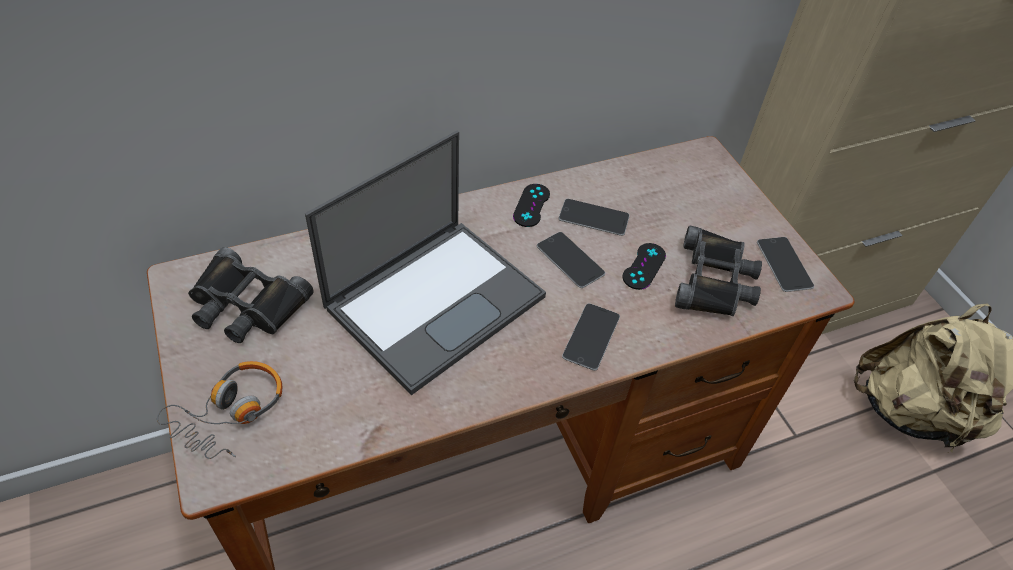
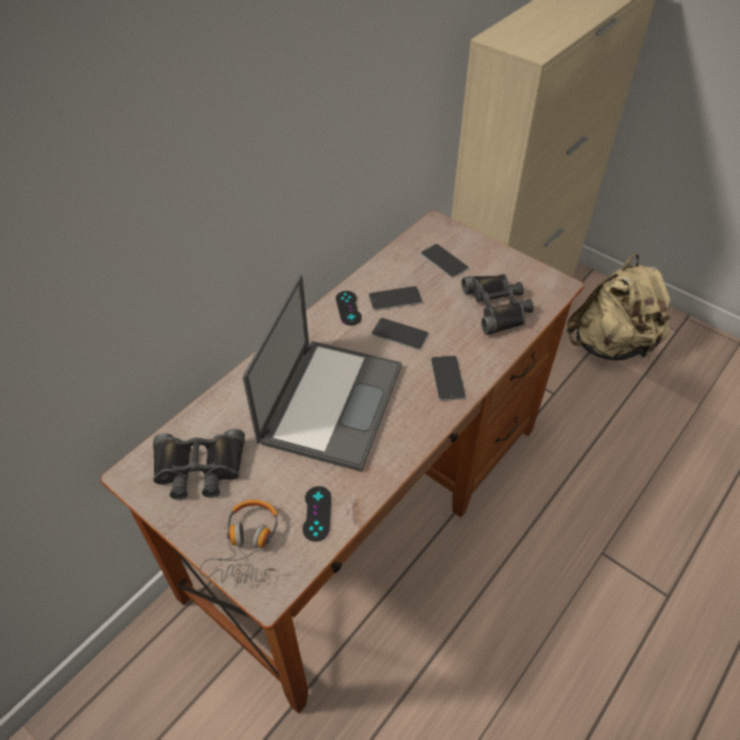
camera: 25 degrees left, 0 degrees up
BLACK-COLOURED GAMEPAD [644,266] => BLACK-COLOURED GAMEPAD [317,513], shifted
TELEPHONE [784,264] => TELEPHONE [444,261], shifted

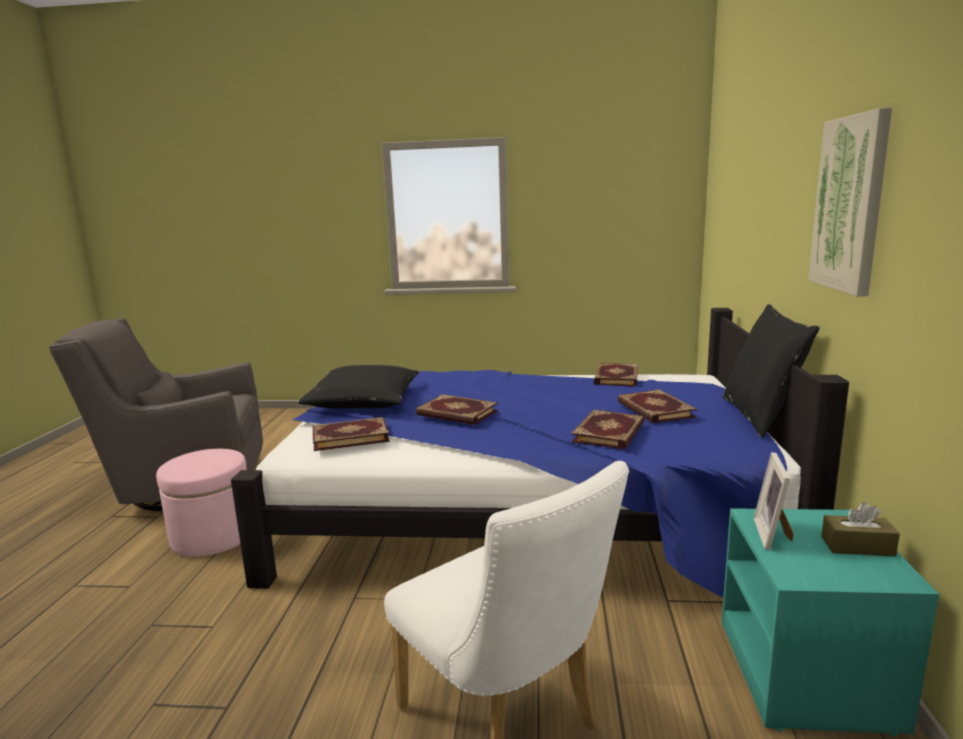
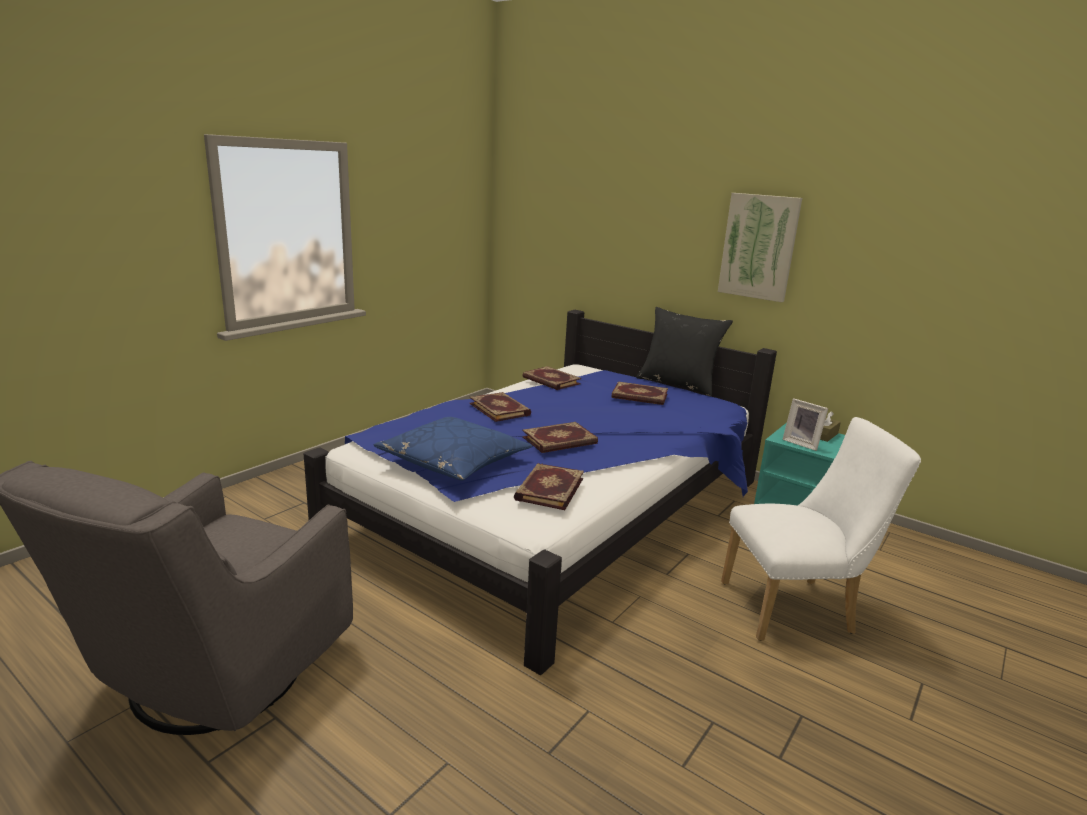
camera: 60 degrees left, 5 degrees up
PINKISH OTTOMAN [213,536] => nothing
BOOK [610,433] => BOOK [500,409], shifted
BLACK-COLOURED THROW PILLOW [364,401] => BLUE-COLOURED THROW PILLOW [454,461]

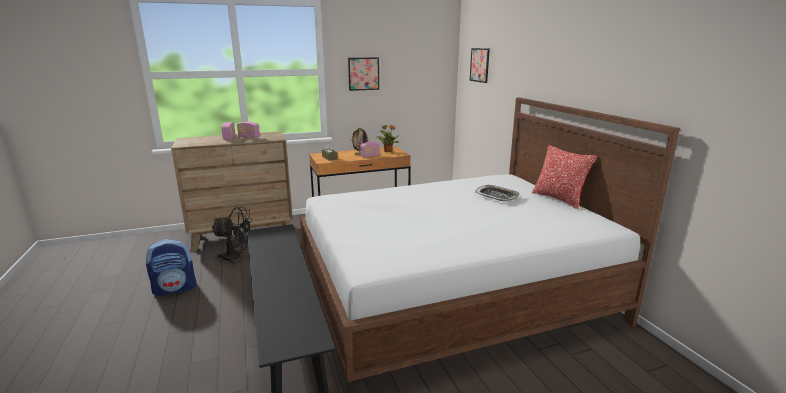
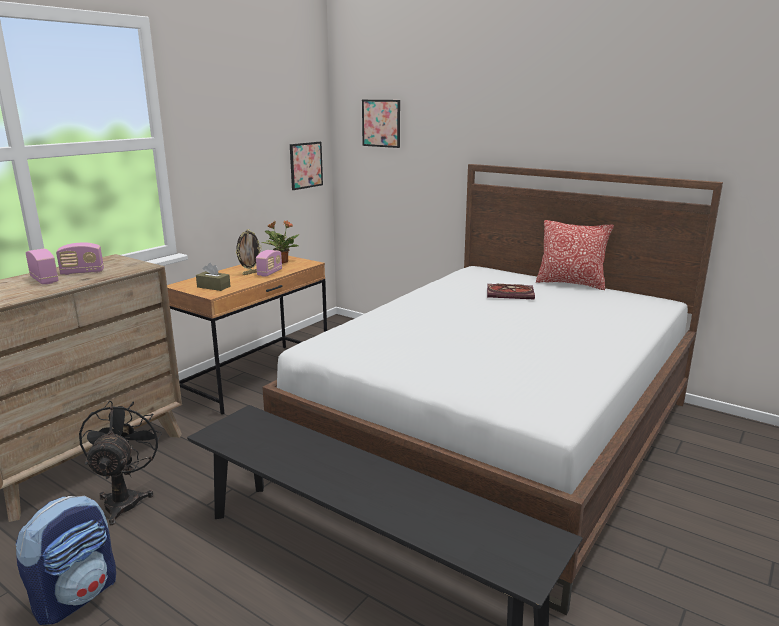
camera: 35 degrees left, 0 degrees up
PICTURE [363,74] => PICTURE [306,165], shifted
SERVING TRAY [497,196] => BOOK [511,294]
BLACK-COLOURED COOLING FAN [236,257] => BLACK-COLOURED COOLING FAN [125,499], 60 degrees counterclockwise

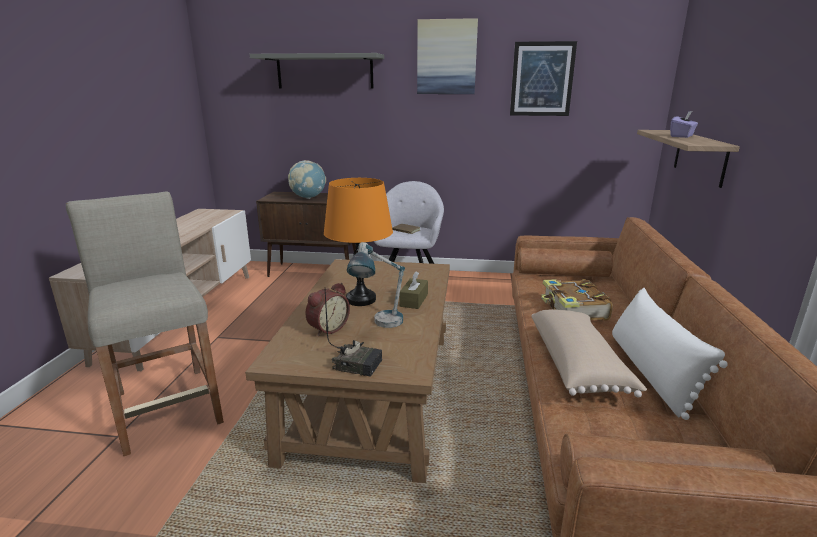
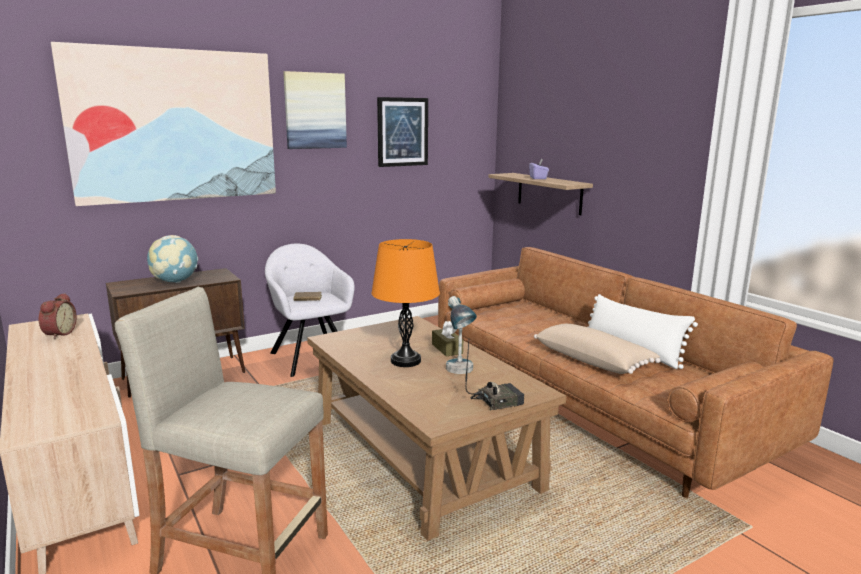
camera: 40 degrees left, 5 degrees down
BOOK [573,310] => nothing
BEDSIDE CLOCK [327,328] => BEDSIDE CLOCK [58,334], shifted
GREYISH SHELF [324,71] => PICTURE [174,126]

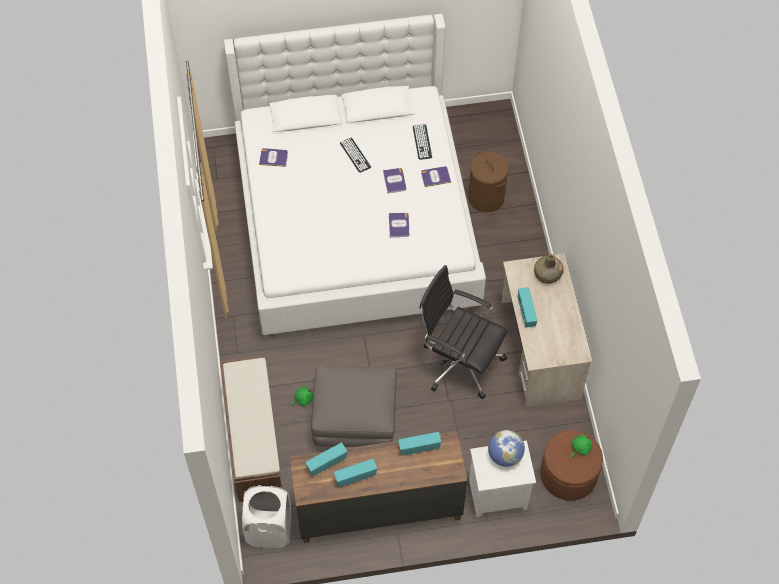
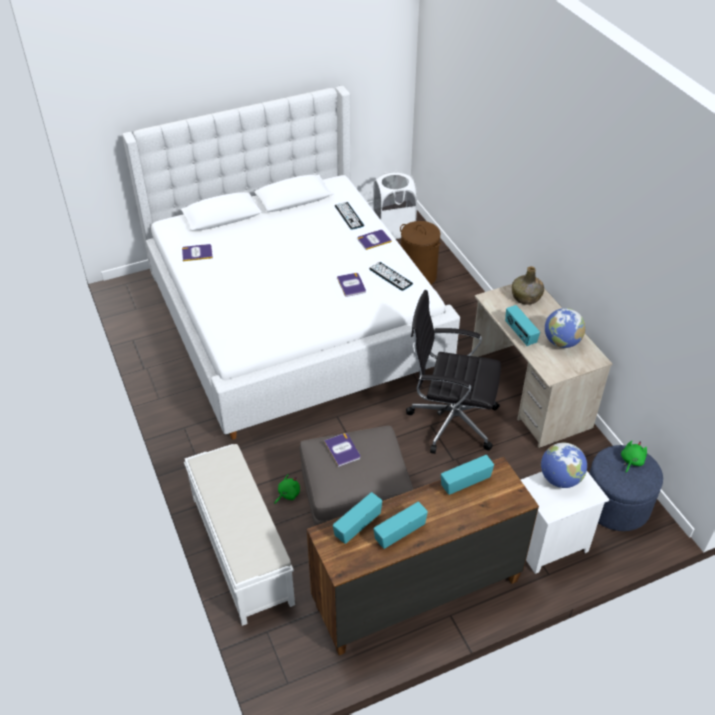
camera: 15 degrees left, 15 degrees down
nothing => WORLD GLOBE [561,342]
WHITE LAUNDRY BASKET [269,529] => WHITE LAUNDRY BASKET [393,229], shifted
PC KEYBOARD [355,155] => PC KEYBOARD [390,276], shifted
BOOK [394,180] => BOOK [342,450], shifted
BROWNISH BENCH [253,439] => WHITE BENCH [241,549]
BROWNISH OTTOMAN [568,474] => BLUE-COLOURED OTTOMAN [616,504]

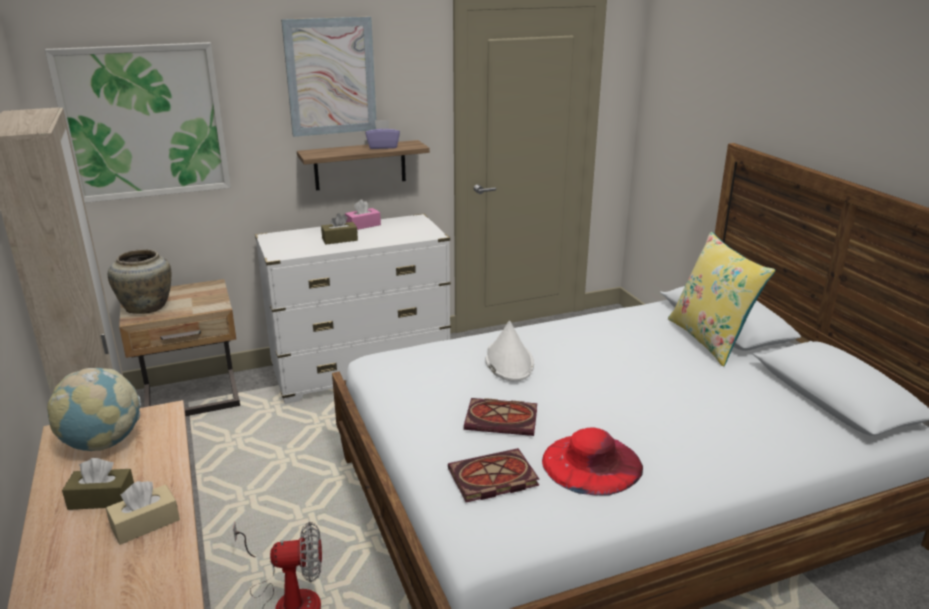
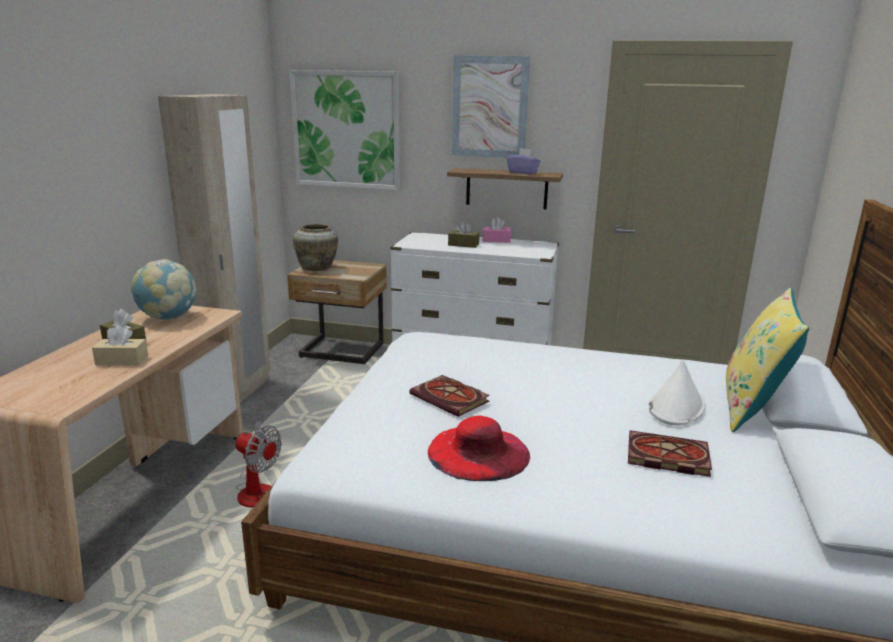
camera: 35 degrees right, 5 degrees down
BOOK [491,479] => BOOK [665,457], shifted
WHITE WEARABLE HAT [508,361] => WHITE WEARABLE HAT [676,406], shifted

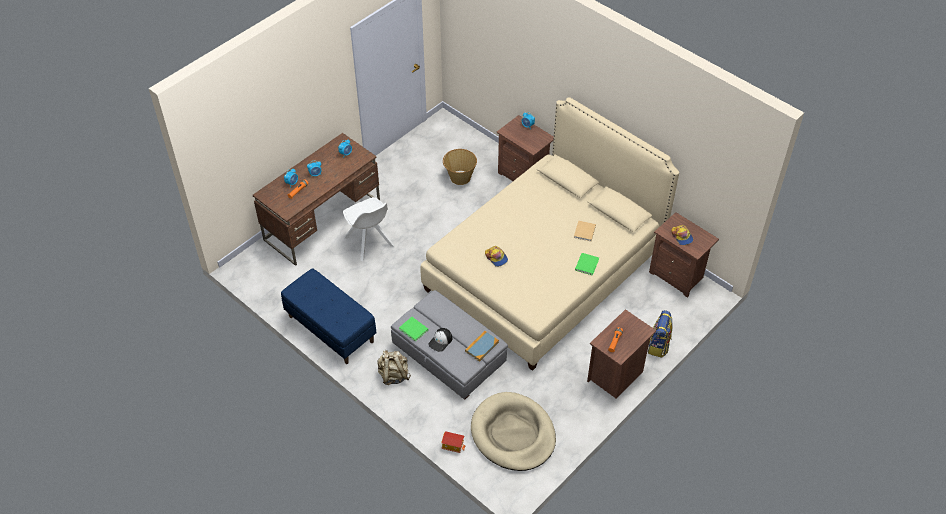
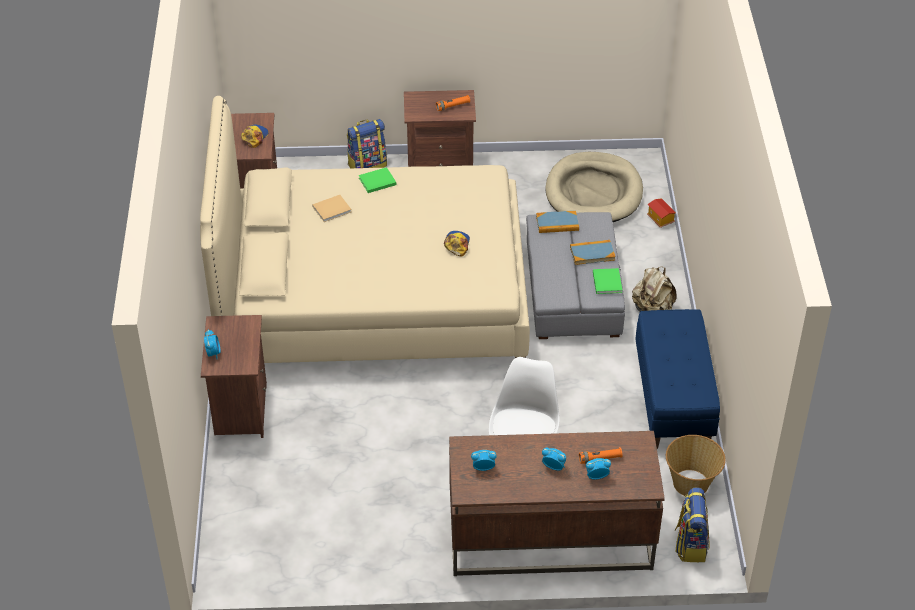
camera: 135 degrees left, 5 degrees down
nothing => KNAPSACK [690,544]
BASKET [460,177] => BASKET [691,484], shifted
PEAKED CAP [440,341] => BOOK [592,253]

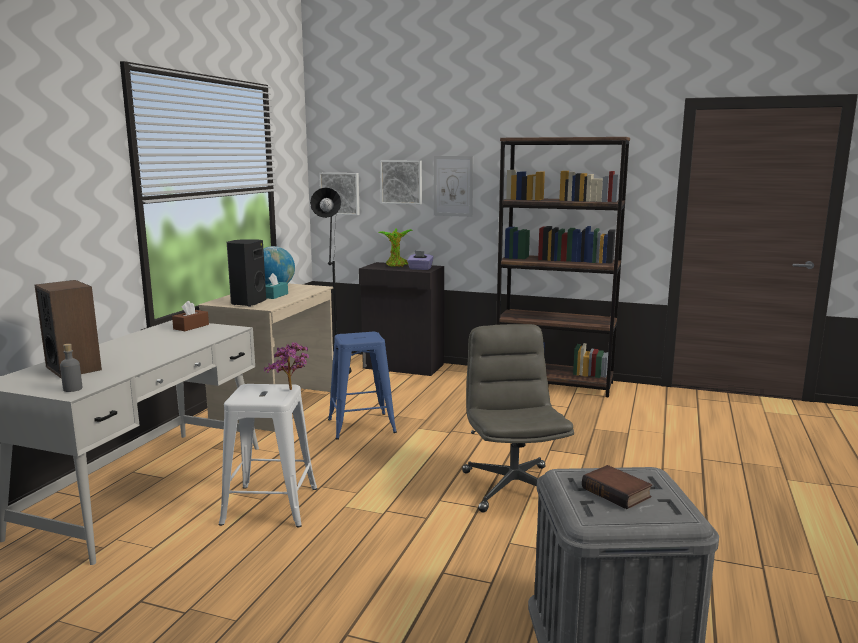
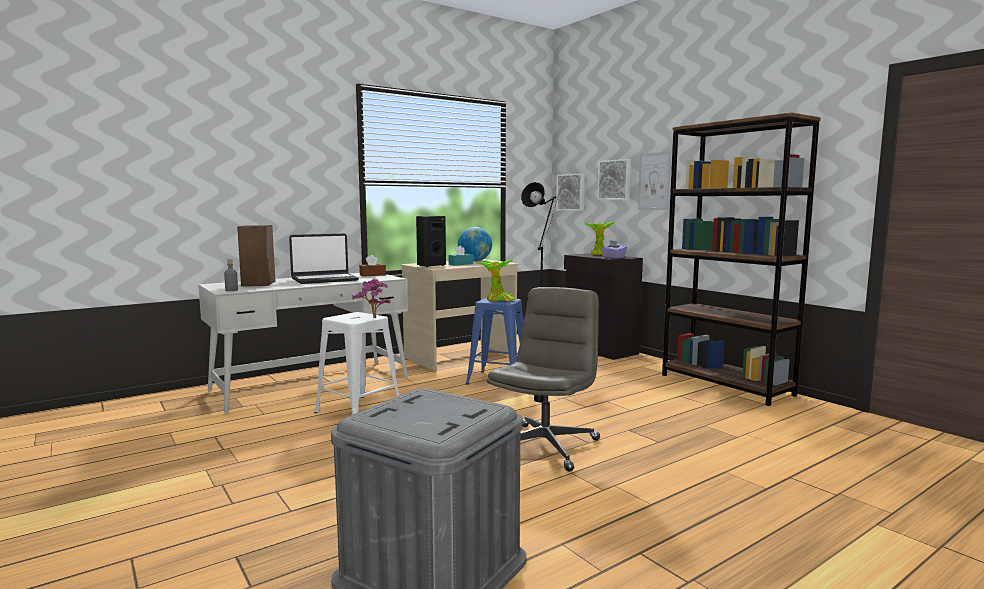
camera: 35 degrees right, 5 degrees down
BOOK [618,492] => nothing
nothing => PORTABLE COMPUTER [324,280]
nothing => POTTED PLANT [498,300]

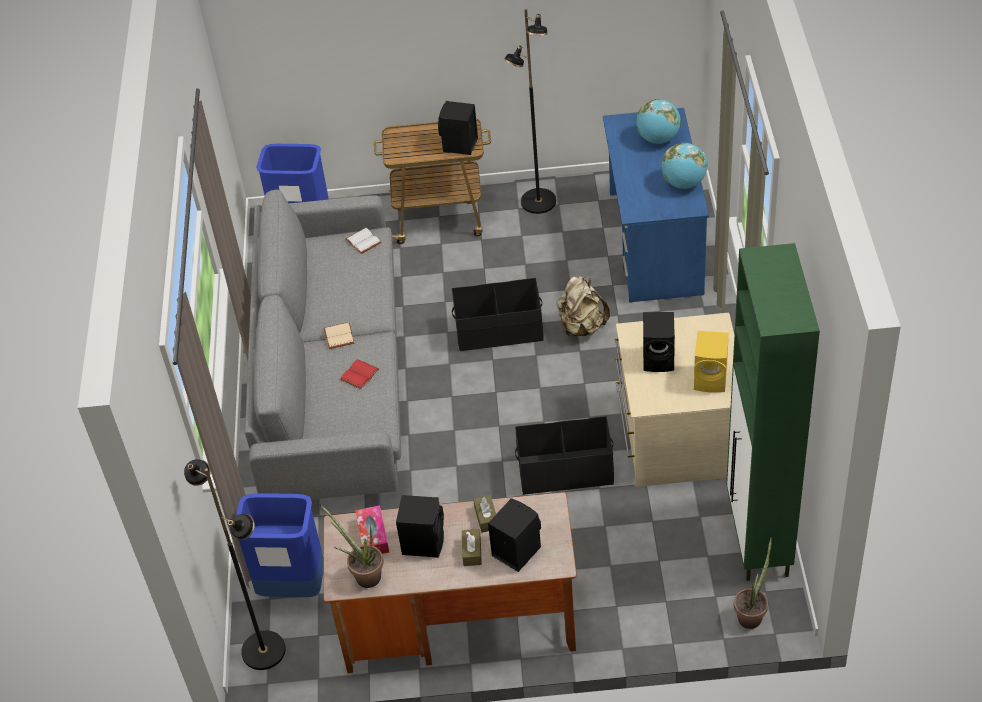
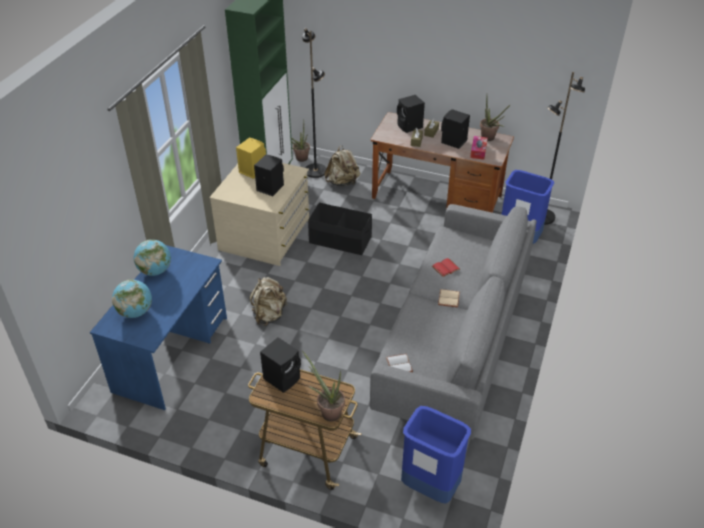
camera: 160 degrees left, 5 degrees down
BLACK-COLOURED STORAGE BIN [499,330] => nothing
nothing => POTTED PLANT [327,411]
nothing => BEIGE-COLOURED KNAPSACK [342,182]
BLACK-COLOURED FLOOR LAMP [538,202] => BLACK-COLOURED FLOOR LAMP [316,171], shifted

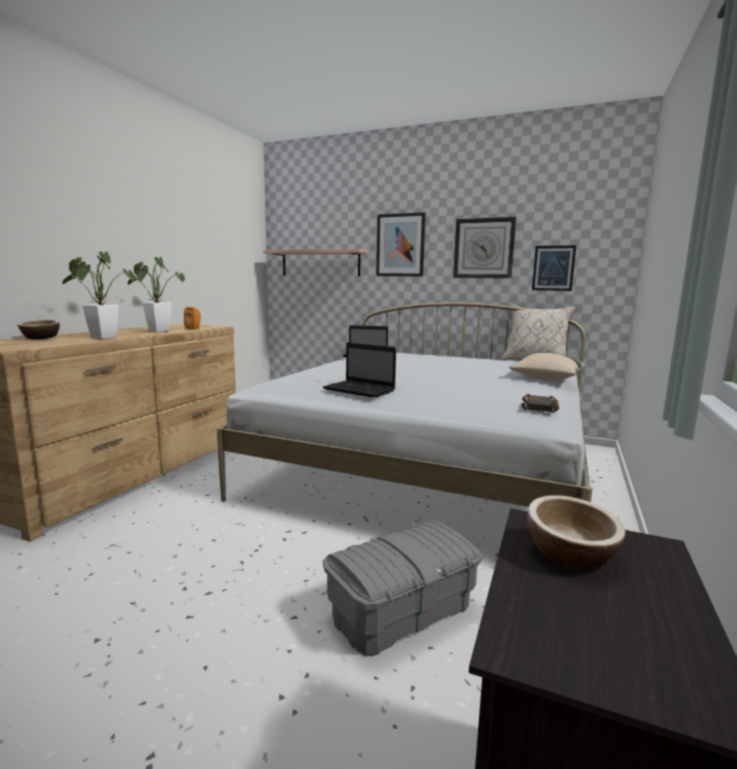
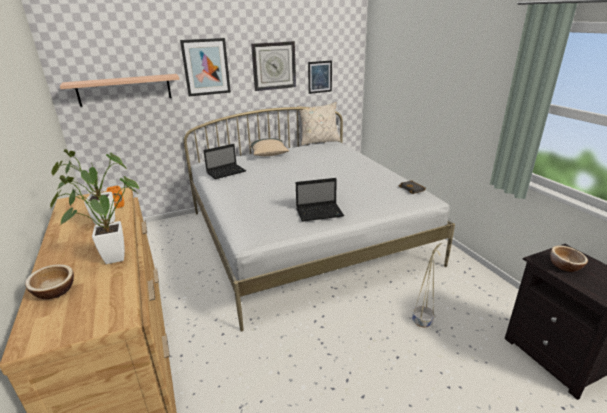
camera: 45 degrees left, 15 degrees up
BEIGE-COLOURED THROW PILLOW [546,379] => BEIGE-COLOURED THROW PILLOW [268,154], shifted
GREYISH STORAGE BIN [402,611] => BEIGE-COLOURED PLANT POT [422,321]

